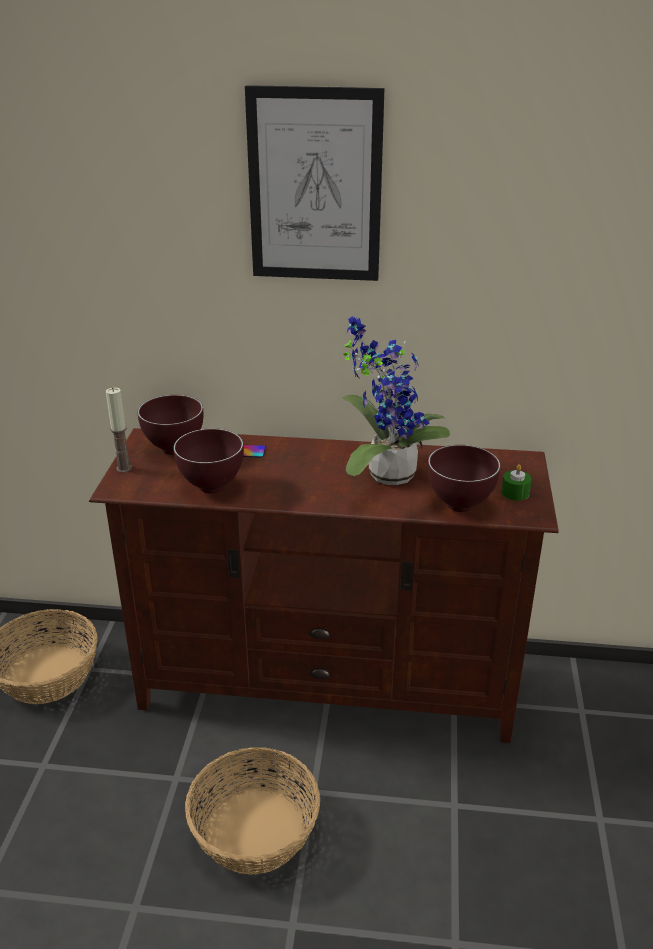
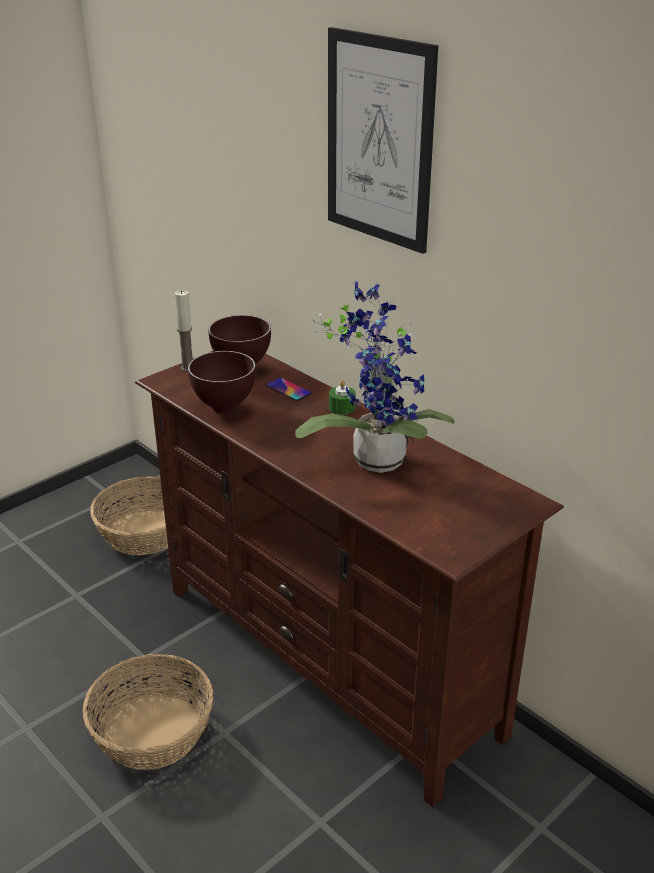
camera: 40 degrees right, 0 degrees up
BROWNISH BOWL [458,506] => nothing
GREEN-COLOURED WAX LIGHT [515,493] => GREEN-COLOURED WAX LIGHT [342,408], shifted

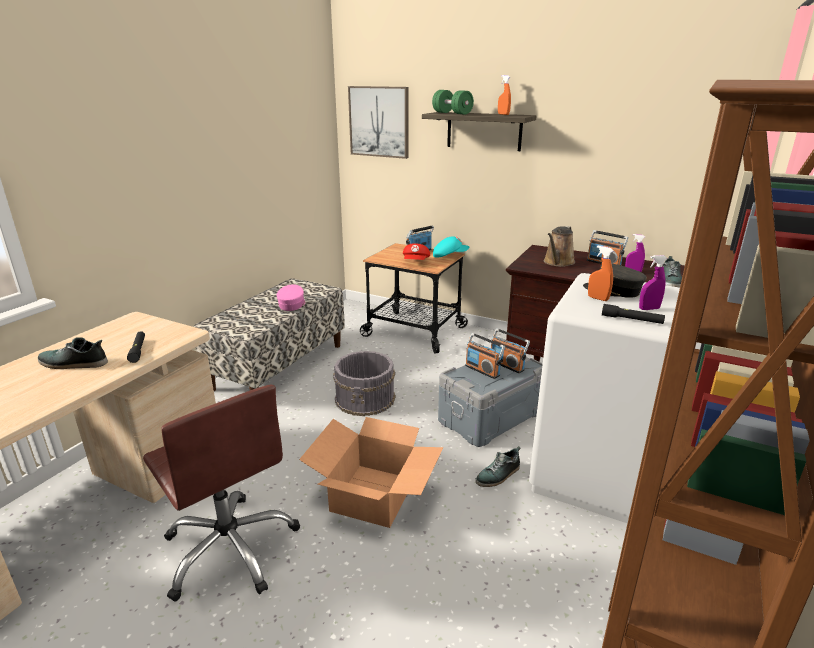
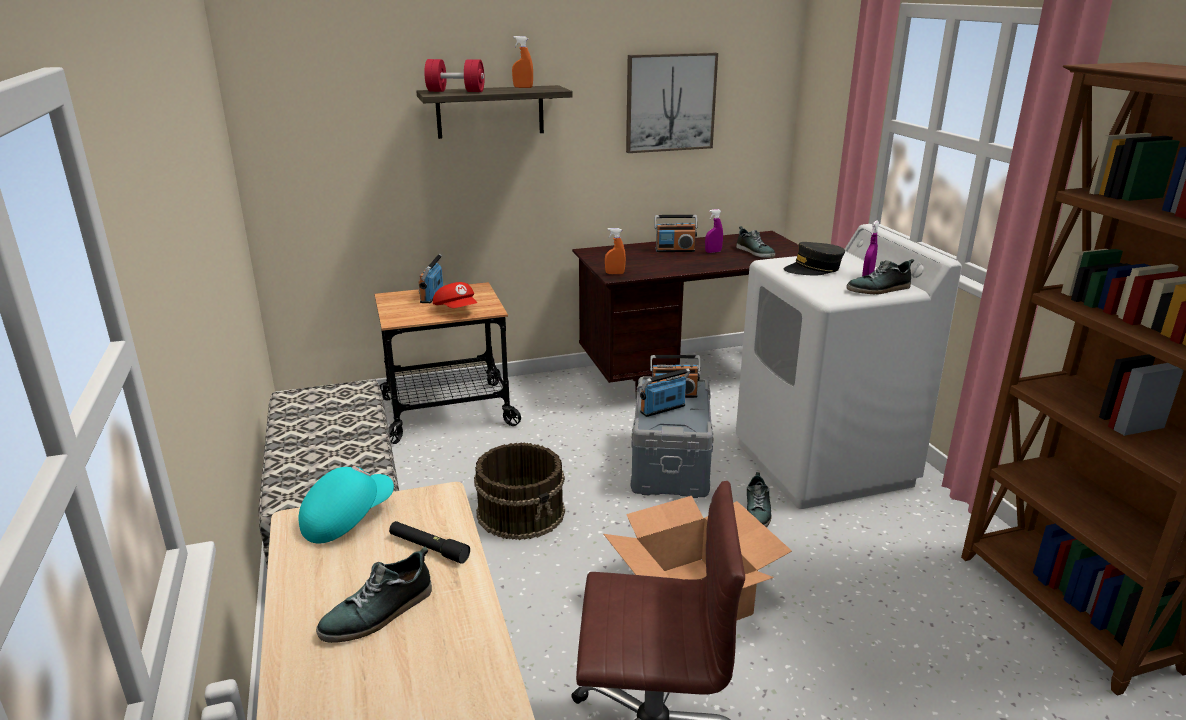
camera: 45 degrees left, 0 degrees up
PINKISH PEAKED CAP [292,304] => nothing
BROWNISH SPRINKLING CAN [558,262] => nothing
PICTURE [379,122] => PICTURE [670,102], shifted
BLUE-GREEN PEAKED CAP [449,256] => BLUE-GREEN PEAKED CAP [347,518], shifted
ORANGE SPRAY BOTTLE [598,298] => ORANGE SPRAY BOTTLE [615,273], shifted
BLACK-COLOURED HAND TORCH [631,319] => LOW SHOE [879,289]
GREYISH BUCKET [365,398] => BROWNISH BUCKET [522,512]
GREEN-COLOURED HAND WEIGHT [452,113] => REDDISH HAND WEIGHT [455,91]
RADIO [482,370] => RADIO [663,409], 150 degrees clockwise

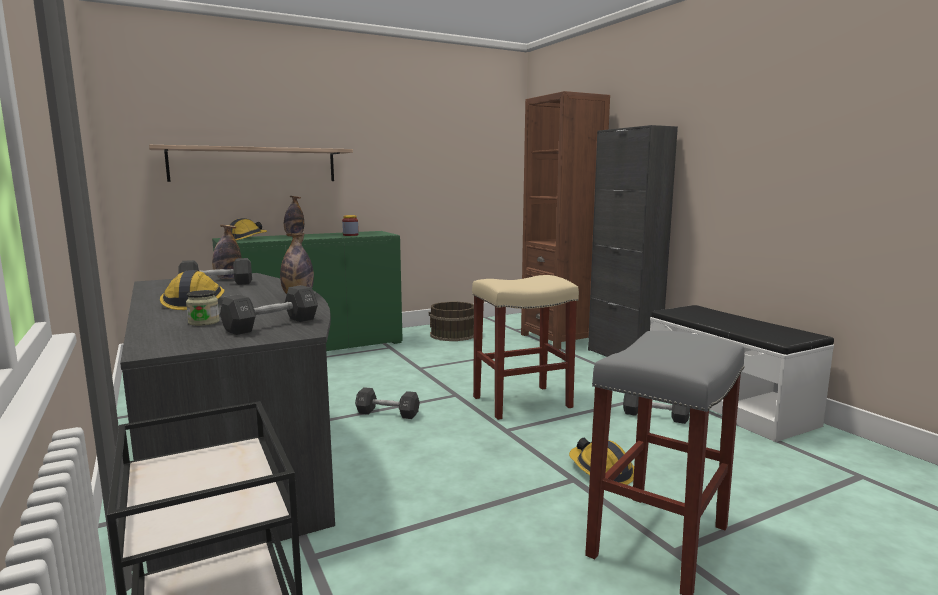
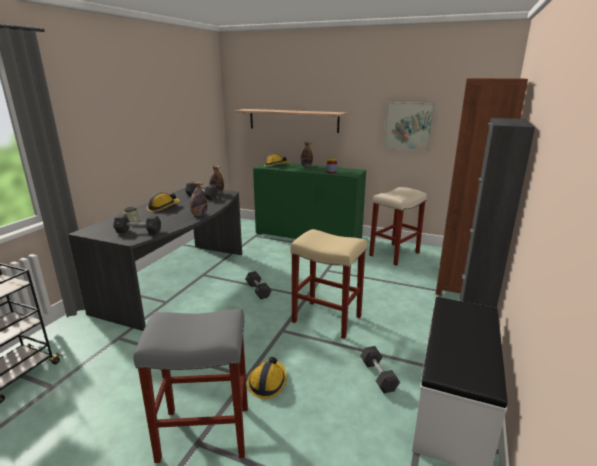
camera: 50 degrees right, 10 degrees up
nothing => PICTURE [408,126]
BROWNISH BUCKET [453,335] => BEIGE-COLOURED SITTING STOOL [394,254]

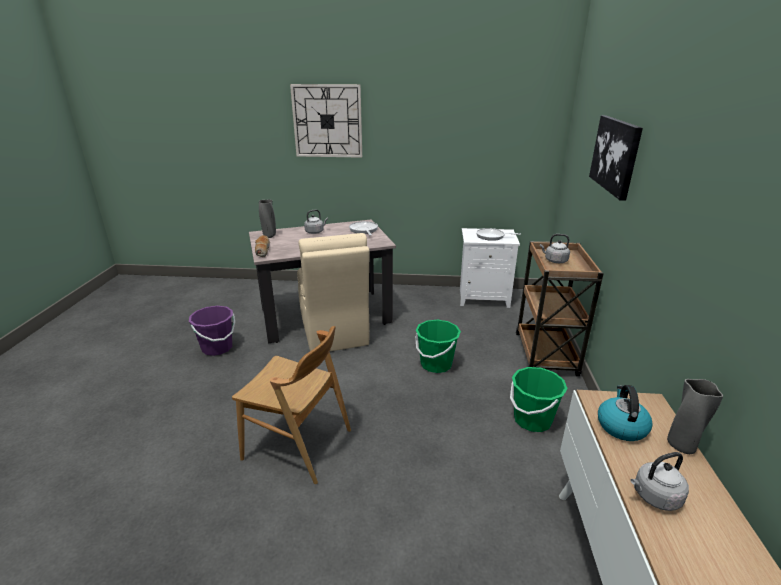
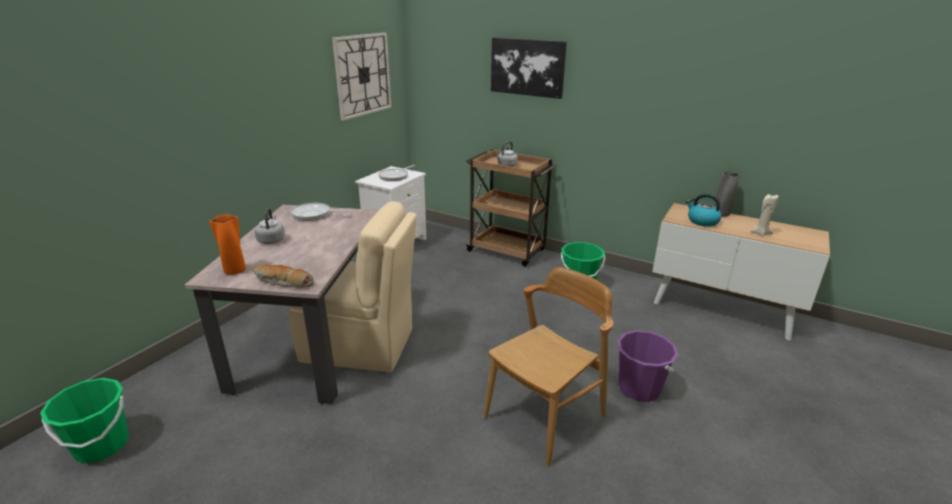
camera: 65 degrees left, 0 degrees up
PURPLISH BUCKET [217,348] => PURPLISH BUCKET [639,389], shifted
WALL CLOCK [327,121] => WALL CLOCK [363,75], shifted
GREEN-COLOURED BUCKET [436,364] => GREEN-COLOURED BUCKET [102,445], shifted
GREYISH WATER KETTLE [654,497] => BEIGE-COLOURED WAX LIGHT [760,233]
GREYISH DECORATIVE VASE [269,236] => ORANGE DECORATIVE VASE [235,271]

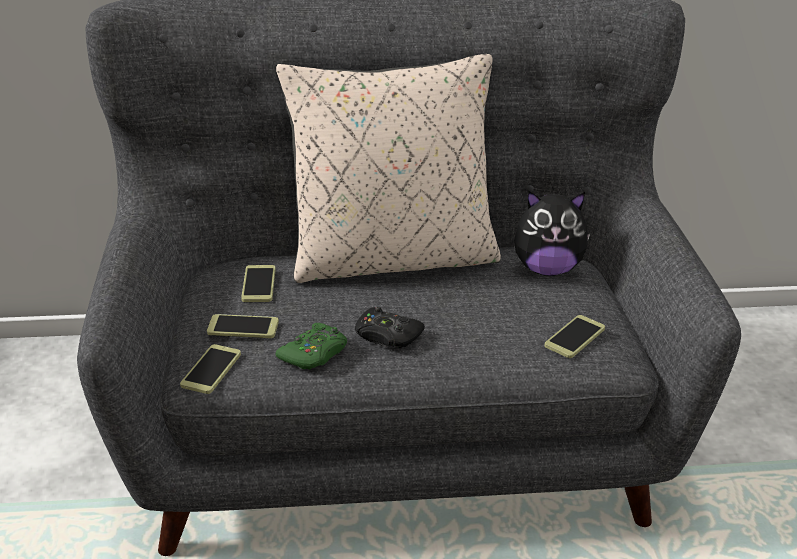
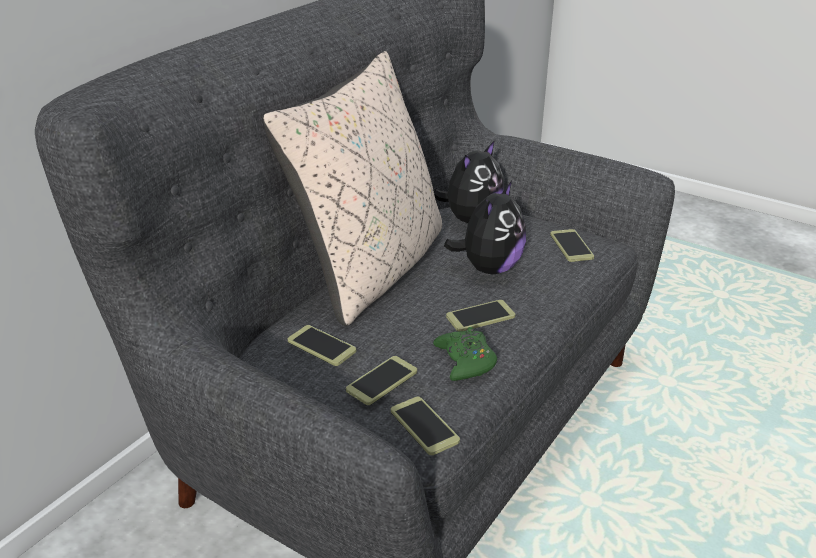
camera: 50 degrees left, 0 degrees up
nothing => SOFT TOY [489,268]
BLACK-COLOURED GAMEPAD [387,336] => TELEPHONE [480,317]

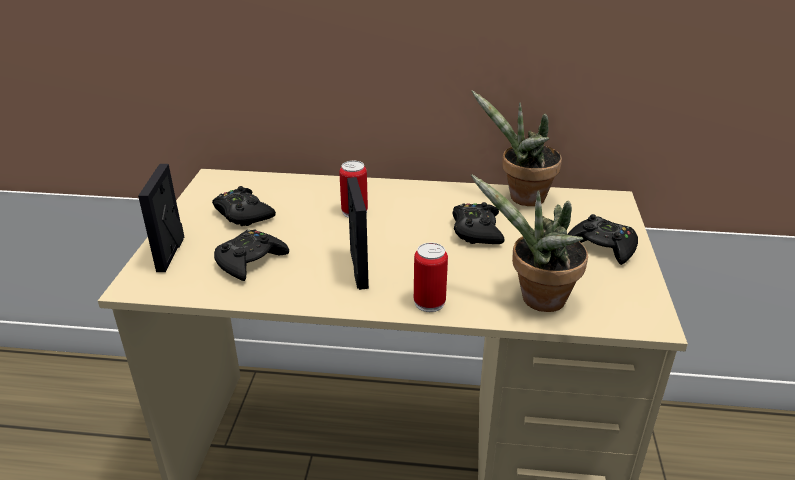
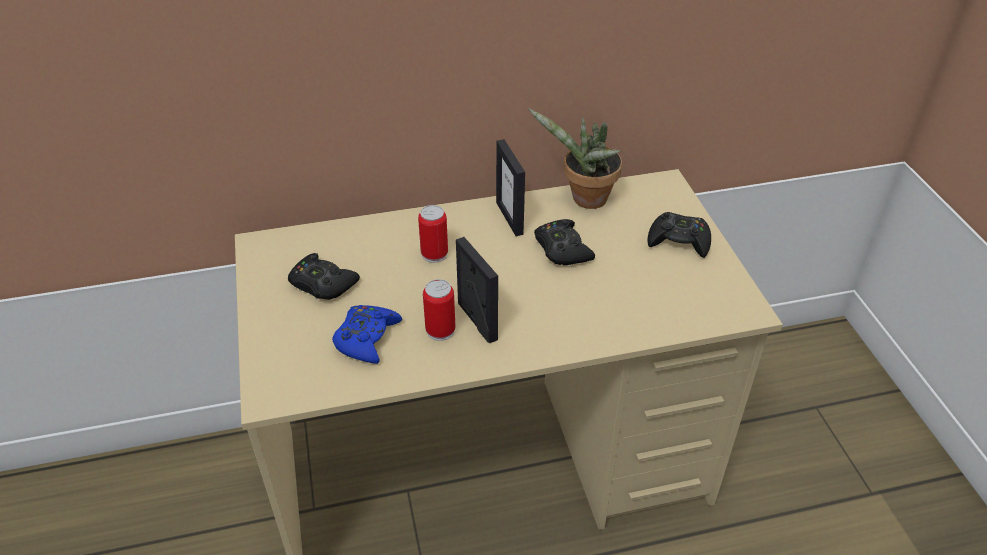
camera: 20 degrees left, 10 degrees up
POTTED PLANT [536,300] => nothing
STANDING FRAME [171,254] => STANDING FRAME [510,218], shifted
METAL CAN [429,302] => METAL CAN [440,330], shifted
BLACK-COLOURED GAMEPAD [250,261] => BLUE-COLOURED GAMEPAD [367,338]

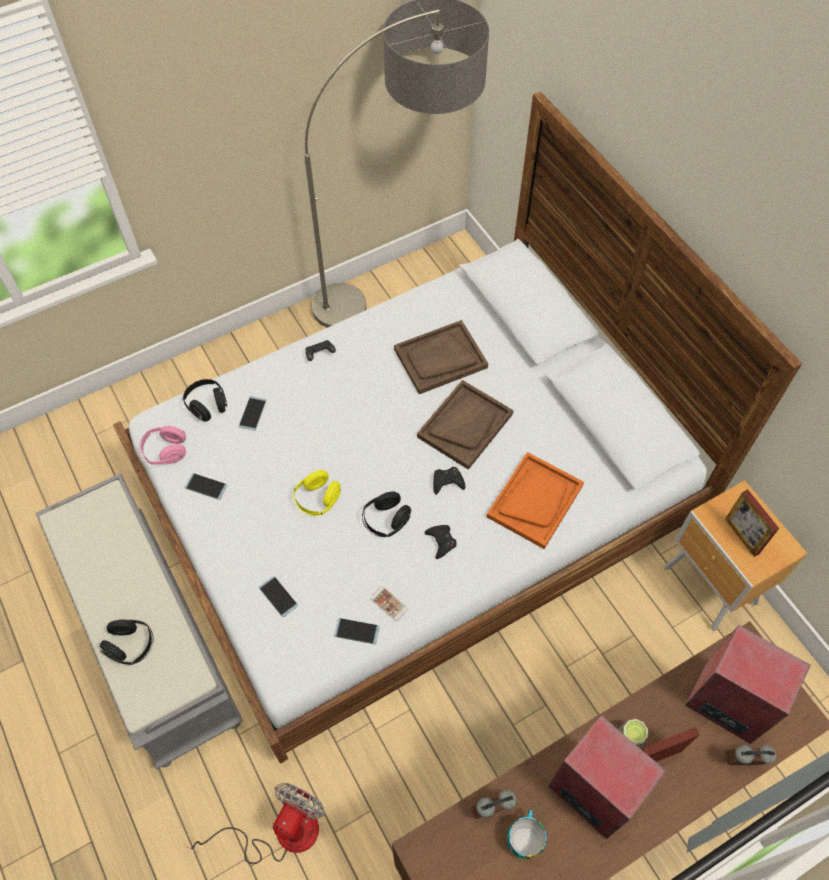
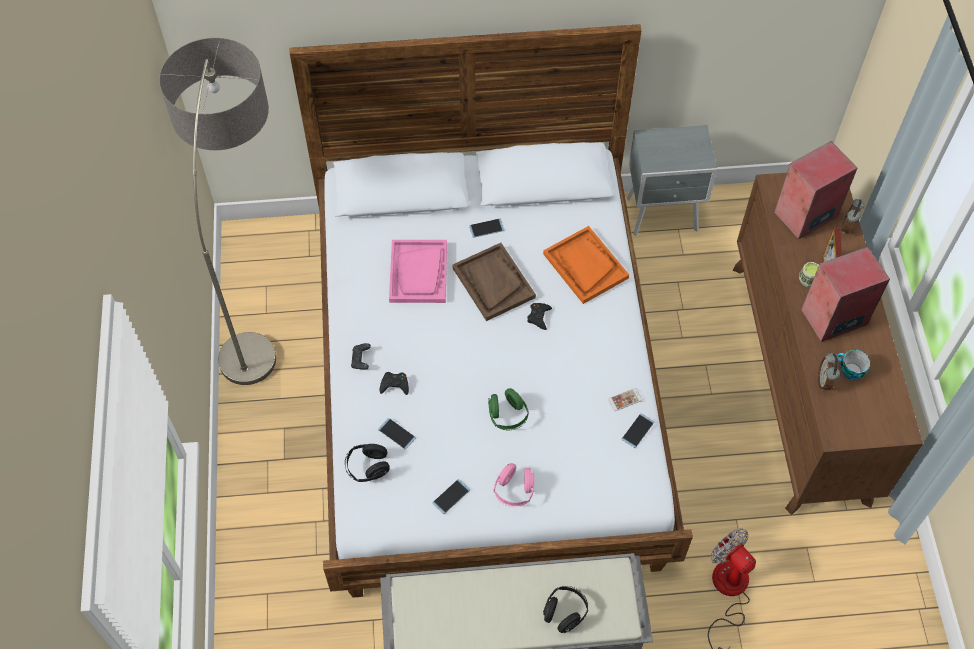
camera: 65 degrees left, 0 degrees up
BLACK-COLOURED HEADSET [386,520] => nothing
STANDING FRAME [741,536] => nothing
PINKISH HEADSET [165,452] => PINKISH HEADSET [514,491], shifted
TELEPHONE [278,596] => TELEPHONE [486,228], shifted
BLACK-COLOURED GAMEPAD [441,541] => BLACK-COLOURED GAMEPAD [394,385], shifted
YELLOWISH HEADSET [317,500] => GREEN-COLOURED HEADSET [507,416]
BROWNISH SERVING TRAY [440,359] => PINKISH SERVING TRAY [418,273]
BROWNISH BEDSIDE TABLE [710,588] => GREYISH BEDSIDE TABLE [664,215]

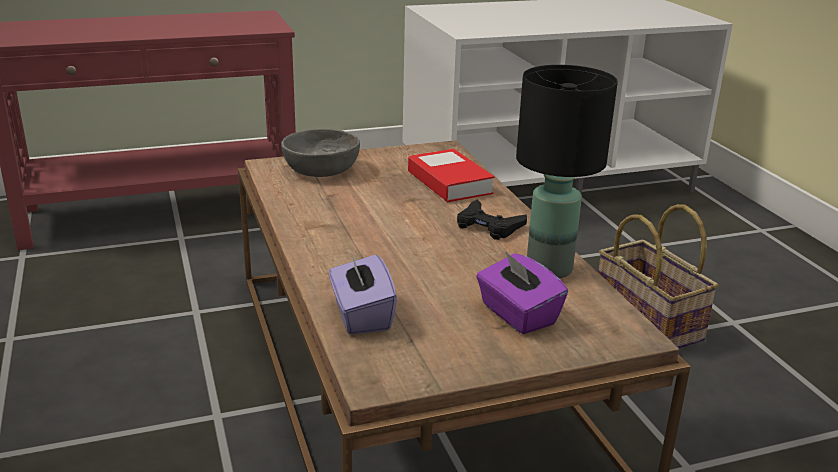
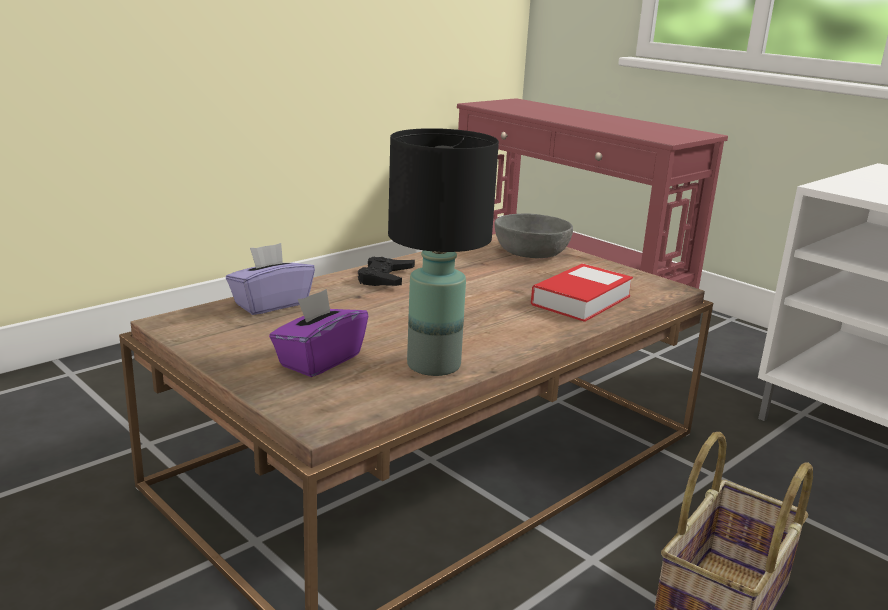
camera: 65 degrees right, 5 degrees down
BLACK-COLOURED GAMEPAD [488,226] => BLACK-COLOURED GAMEPAD [385,278], shifted

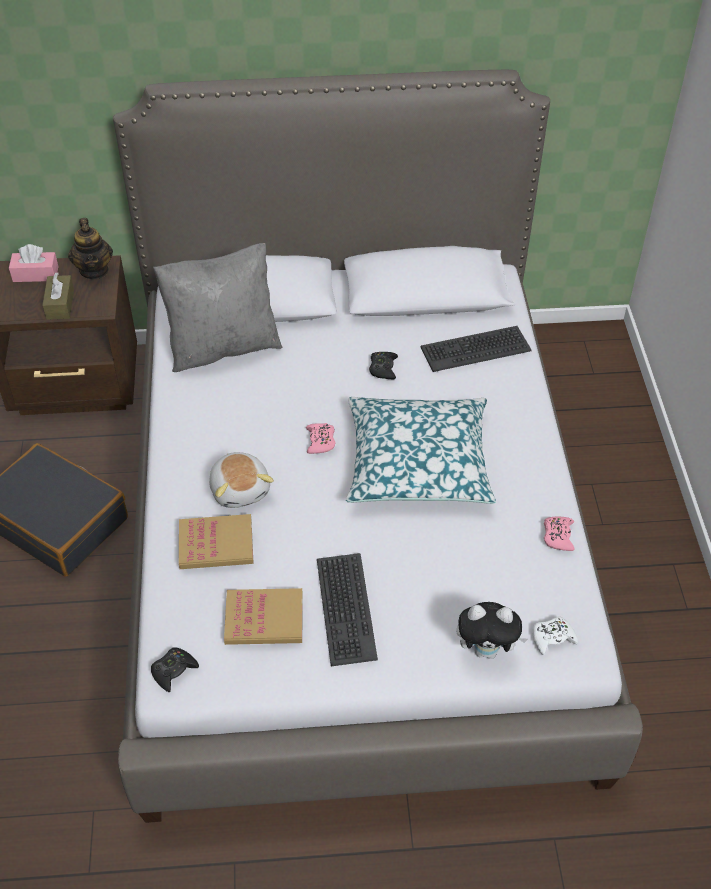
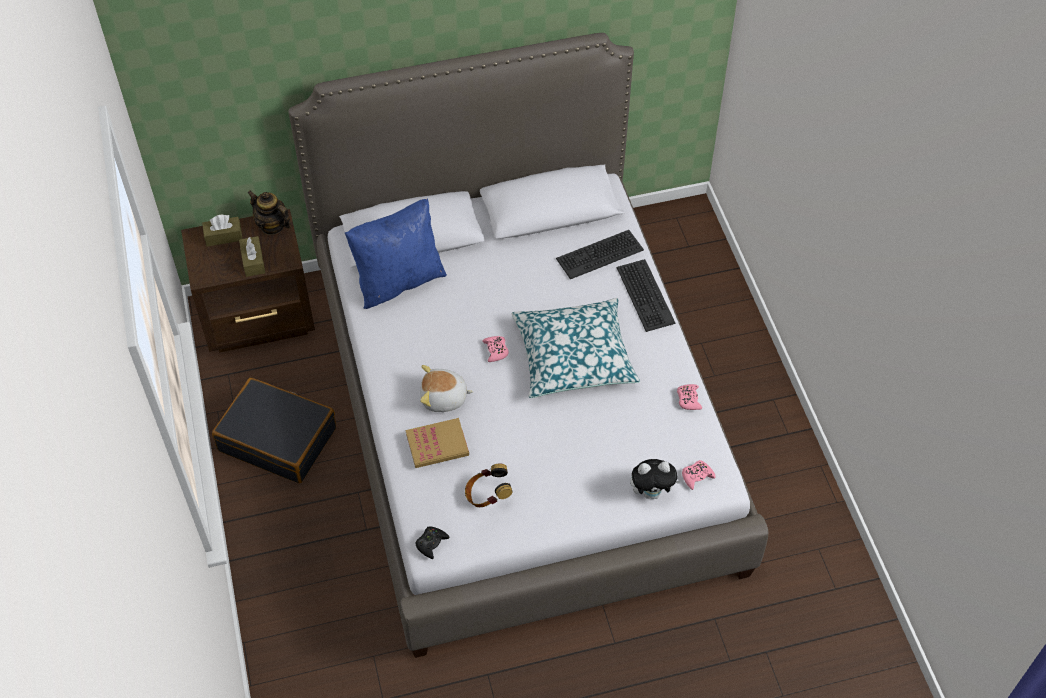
camera: 10 degrees left, 5 degrees up
BLACK-COLOURED GAMEPAD [383,368] => nothing
PC KEYBOARD [344,609] => PC KEYBOARD [644,295], shifted
BOOK [264,619] => HEADSET [487,495]
PINKISH BOX OF TISSUES [35,274] => BROWNISH BOX OF TISSUES [223,236]
GREYISH THROW PILLOW [223,346] => BLUE-COLOURED THROW PILLOW [398,280]
WHITE GAMEPAD [552,638] => PINKISH GAMEPAD [697,476]
TEAPOT [94,270] => TEAPOT [272,226], 150 degrees clockwise
SOFT TOY [240,489] => SOFT TOY [444,398], 120 degrees clockwise

